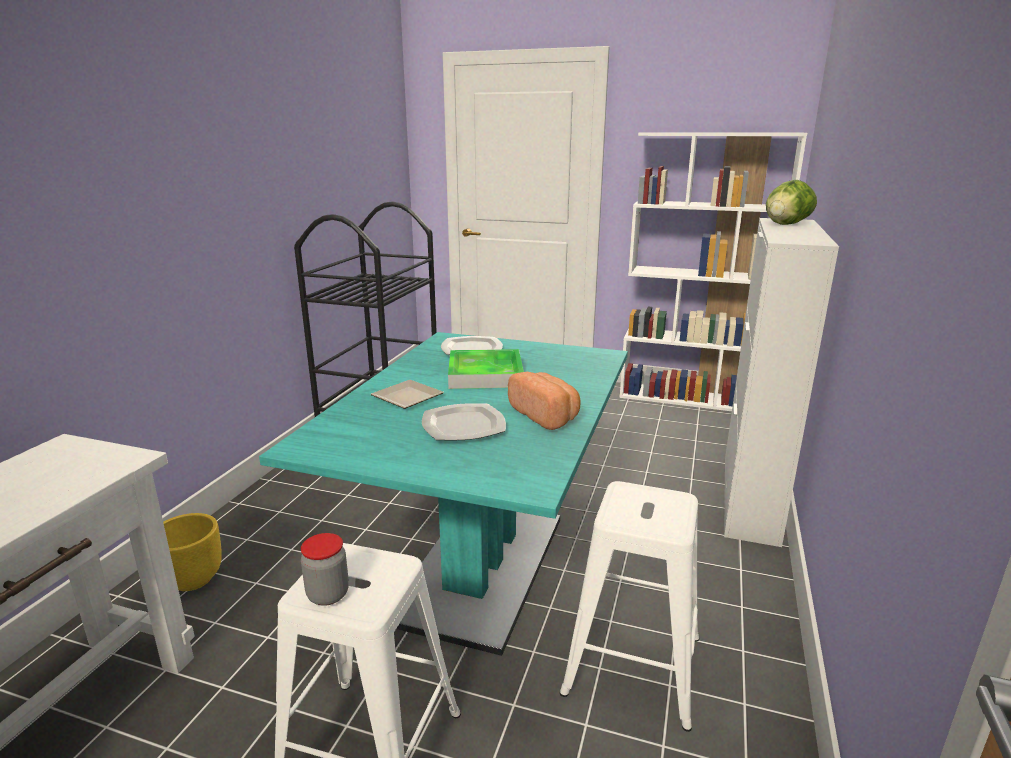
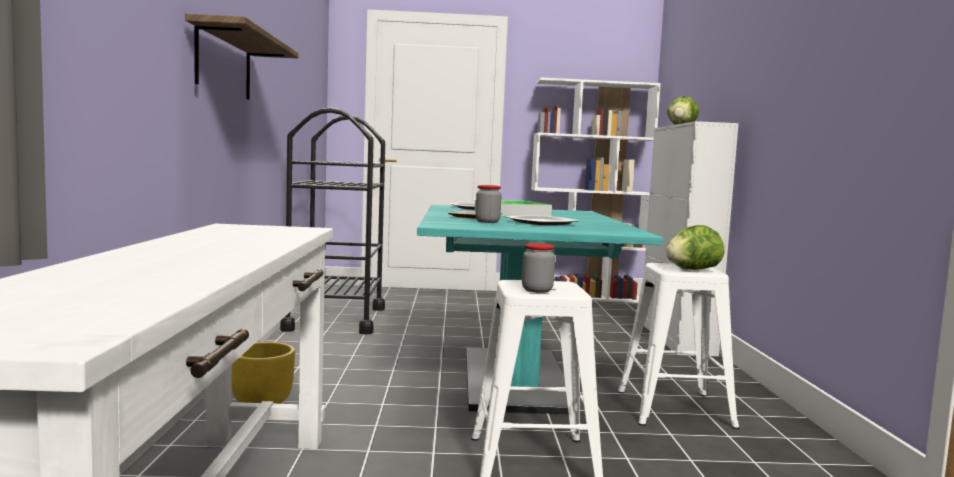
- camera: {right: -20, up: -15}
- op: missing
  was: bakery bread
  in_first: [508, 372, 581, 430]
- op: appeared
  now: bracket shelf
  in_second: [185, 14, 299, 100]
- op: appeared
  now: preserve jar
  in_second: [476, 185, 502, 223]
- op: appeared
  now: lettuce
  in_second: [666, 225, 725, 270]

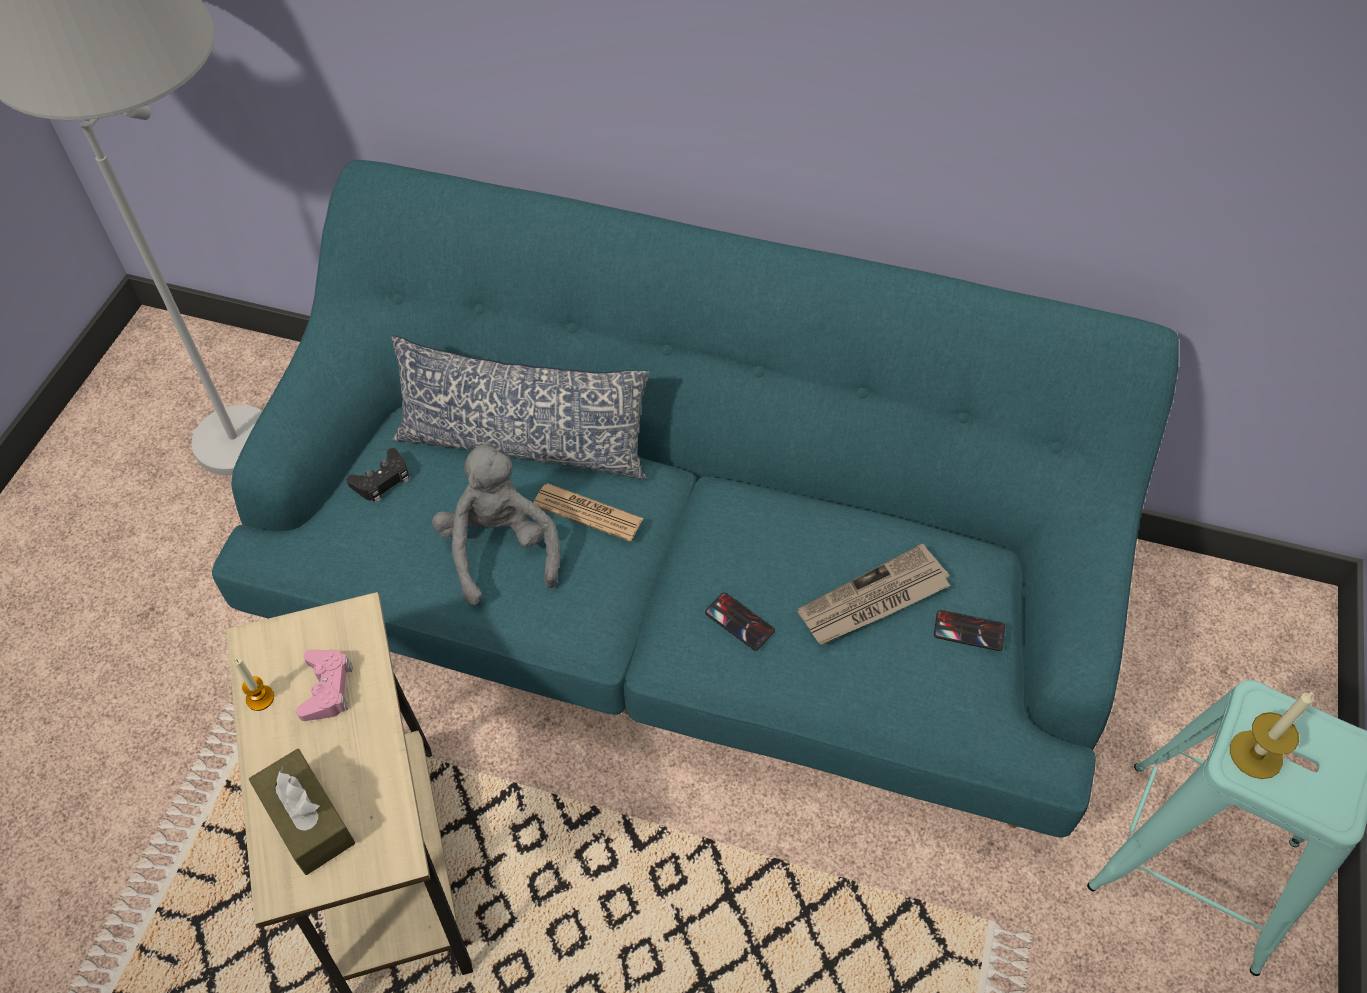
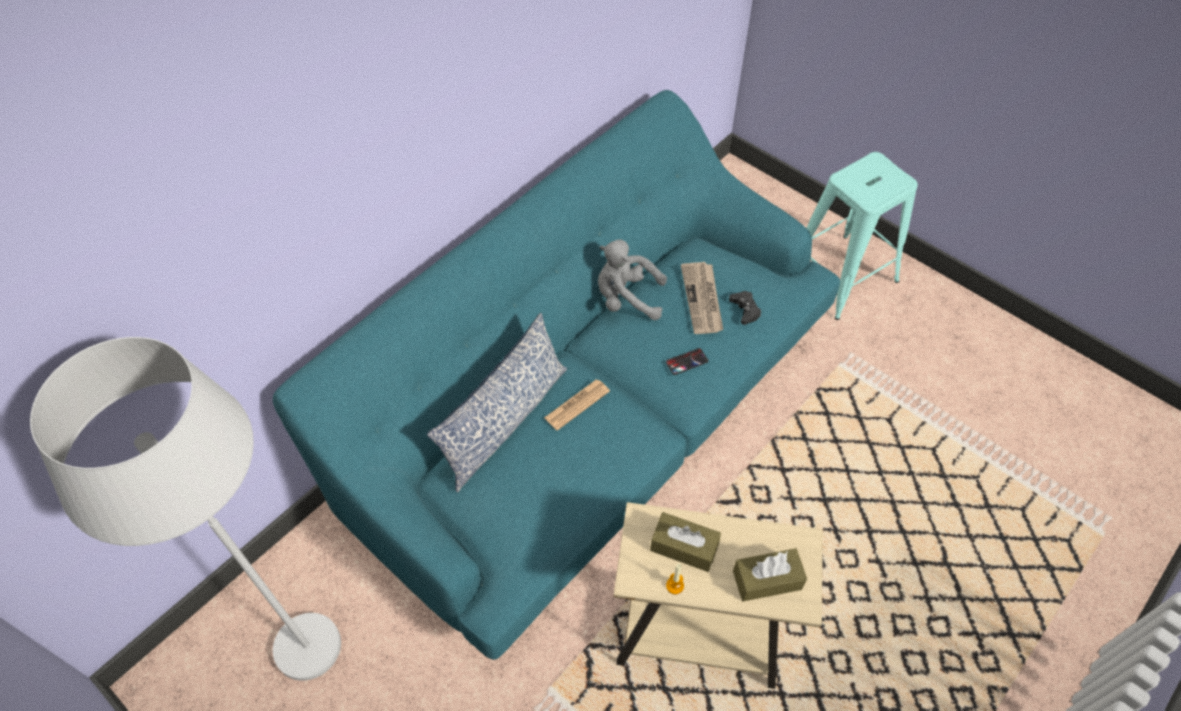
- camera: {right: -65, up: 0}
- op: missing
  was: phone
  in_first: [934, 610, 1005, 651]
- op: missing
  was: wax candle
  in_first: [1230, 692, 1313, 779]
- op: relocated
  was: blackish game controller
  in_first: [347, 448, 410, 503]
  in_second: [729, 291, 761, 325]
- op: relocated
  was: gray cuddly toy
  in_first: [432, 441, 560, 605]
  in_second: [598, 239, 667, 320]
- op: exchanged
  was: pink-coloured game controller
  now: brown-coloured box of tissues
  in_first: [296, 650, 353, 721]
  in_second: [650, 512, 721, 572]

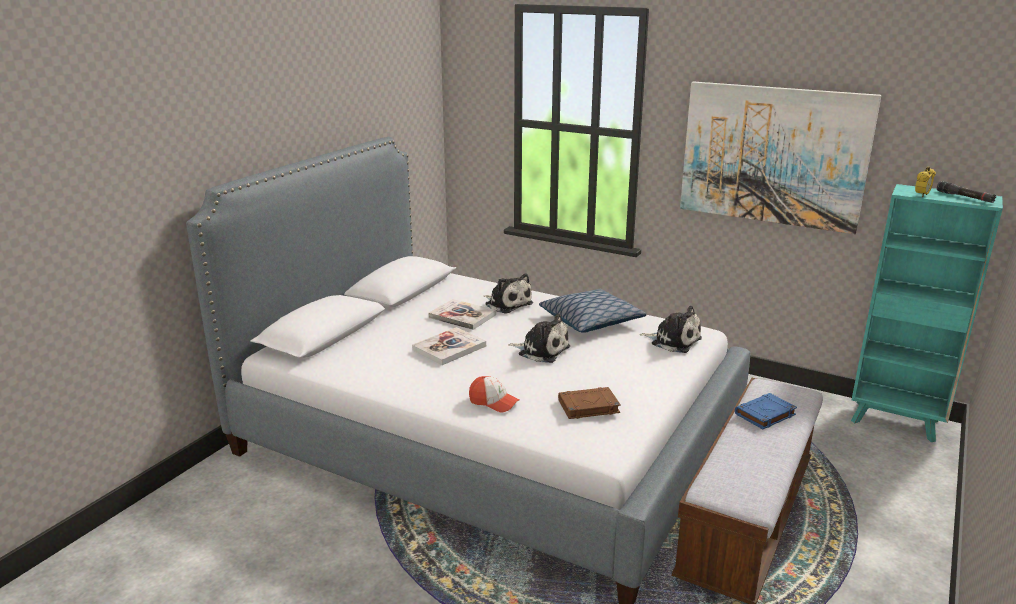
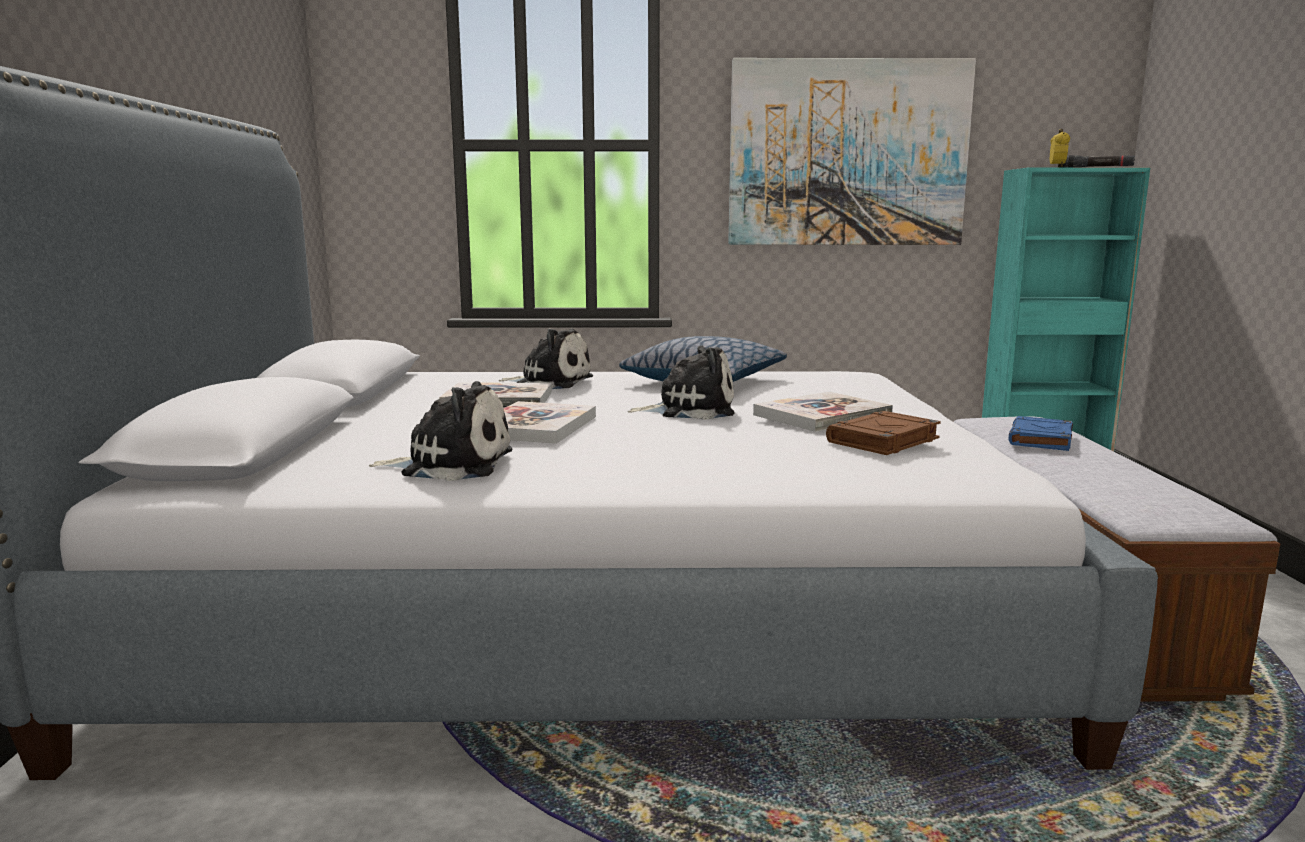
- camera: {right: -30, up: -10}
- op: missing
  was: peaked cap
  in_first: [469, 376, 519, 412]
- op: appeared
  now: book
  in_second: [753, 391, 893, 432]
- op: relocated
  was: cuddly toy
  in_first: [640, 306, 702, 353]
  in_second: [369, 381, 513, 481]

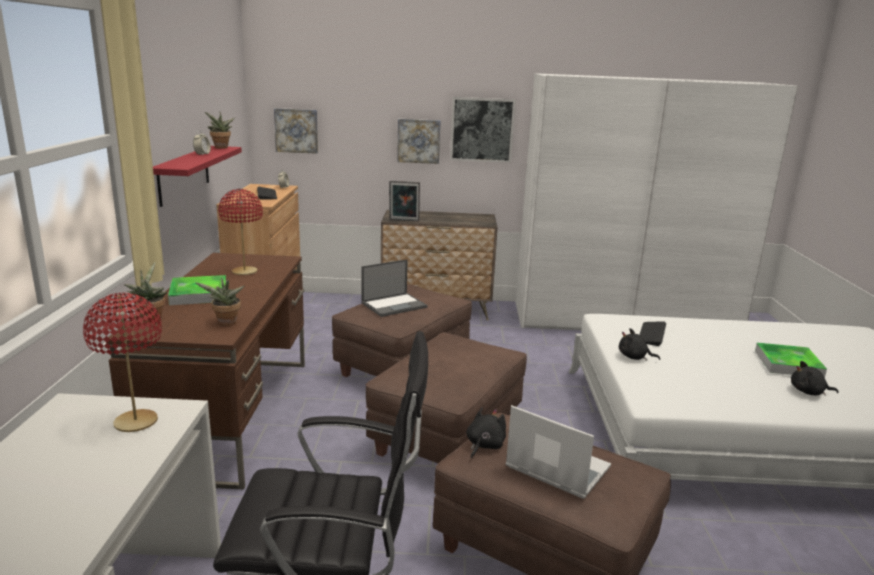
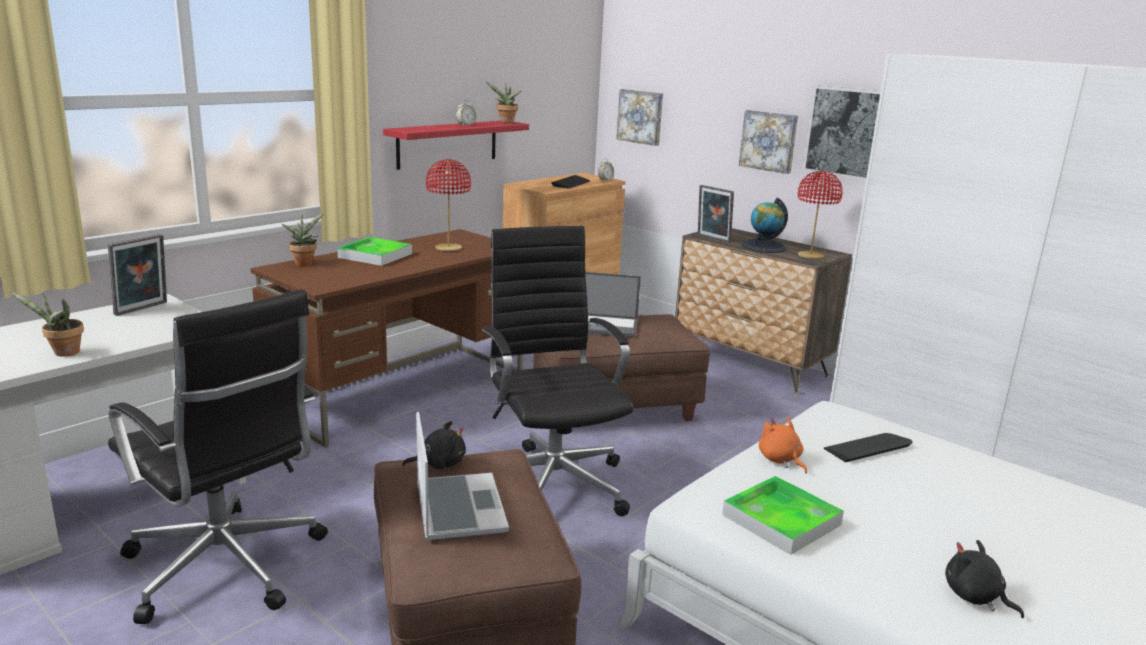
- camera: {right: 40, up: 0}
- op: appeared
  now: standing frame
  in_second: [108, 234, 167, 316]
- op: appeared
  now: desk globe
  in_second: [741, 198, 788, 253]
- op: relocated
  was: red-coloured tabletop lamp
  in_first: [83, 293, 162, 432]
  in_second: [798, 170, 843, 259]
- op: relocated
  was: plant in a pot
  in_first: [195, 278, 244, 326]
  in_second: [10, 292, 84, 357]
- op: relocated
  was: carrying tray
  in_first: [755, 343, 827, 378]
  in_second: [722, 476, 844, 555]
- op: exchanged
  was: brown-coloured pouffe
  now: blackish computer chair
  in_first: [366, 332, 527, 463]
  in_second: [482, 226, 634, 516]
- op: colour
  was: blackish cuddly toy
  now: orangey cuddly toy
  in_first: [619, 328, 660, 361]
  in_second: [759, 417, 807, 473]

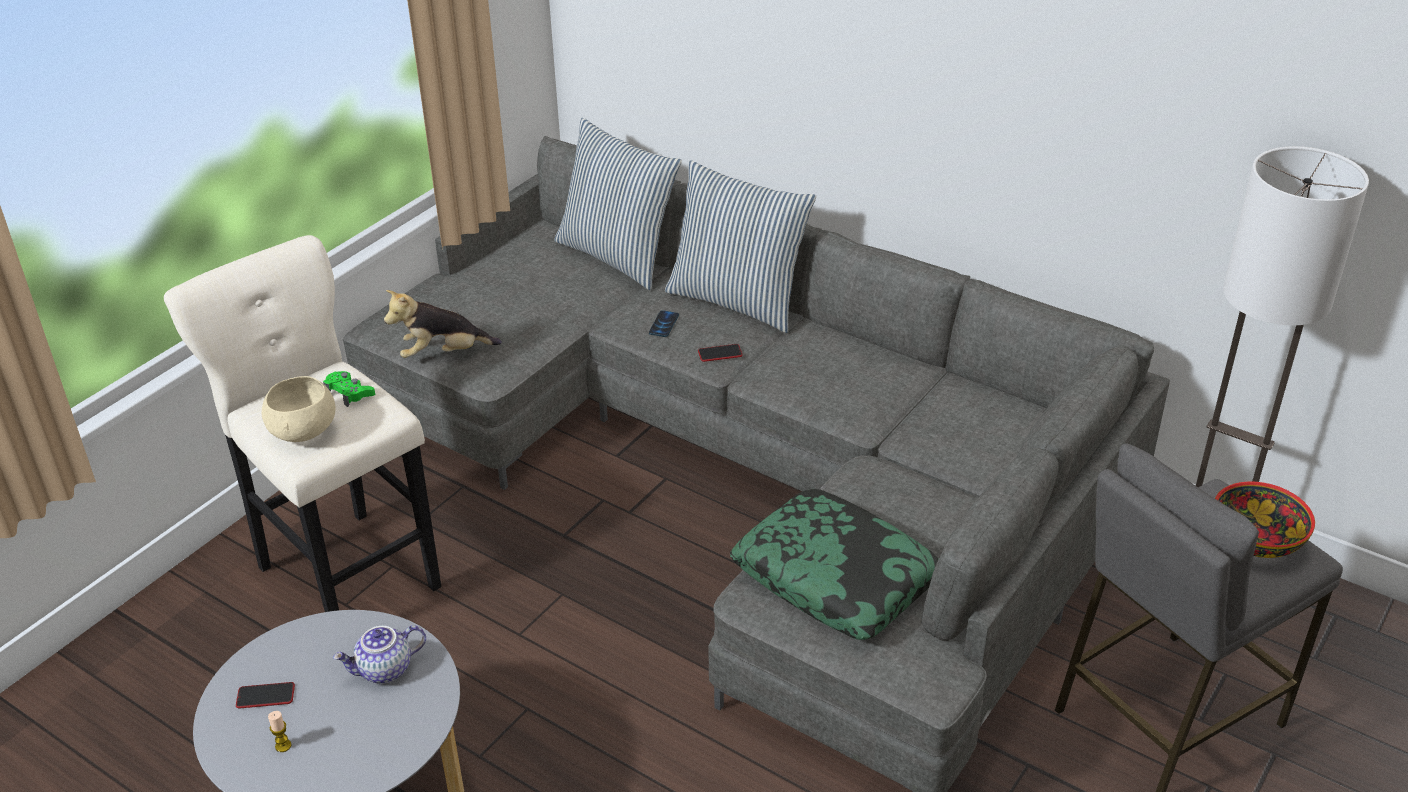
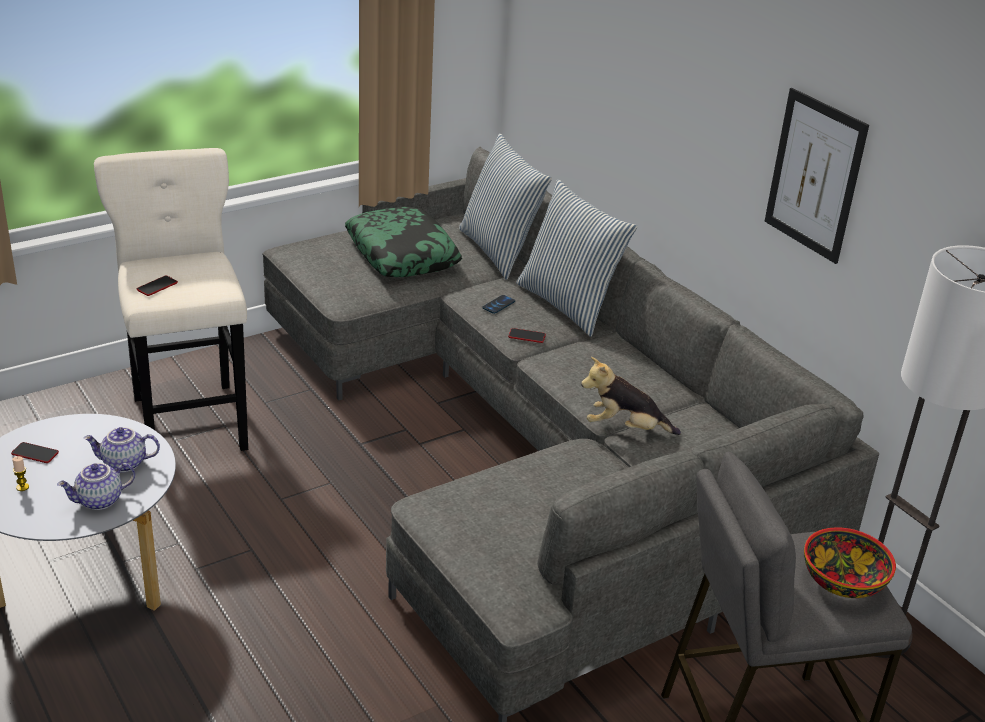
- camera: {right: 20, up: -5}
- op: missing
  was: green-coloured game controller
  in_first: [323, 371, 375, 407]
- op: appeared
  now: tea pot
  in_second: [57, 463, 135, 510]
- op: appeared
  now: picture
  in_second: [765, 88, 869, 264]
- op: relocated
  was: cuddly toy
  in_first: [384, 290, 502, 358]
  in_second: [581, 357, 681, 435]
- op: relocated
  was: cushion
  in_first: [730, 489, 939, 640]
  in_second: [345, 207, 462, 277]
- op: exchanged
  was: beige deep dish
  now: phone
  in_first: [262, 376, 336, 442]
  in_second: [137, 276, 178, 296]

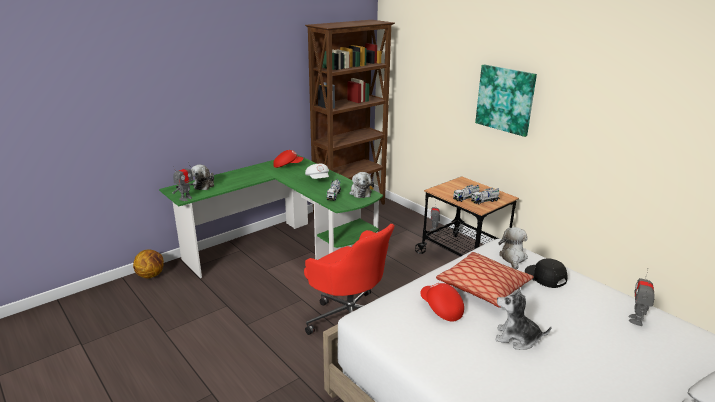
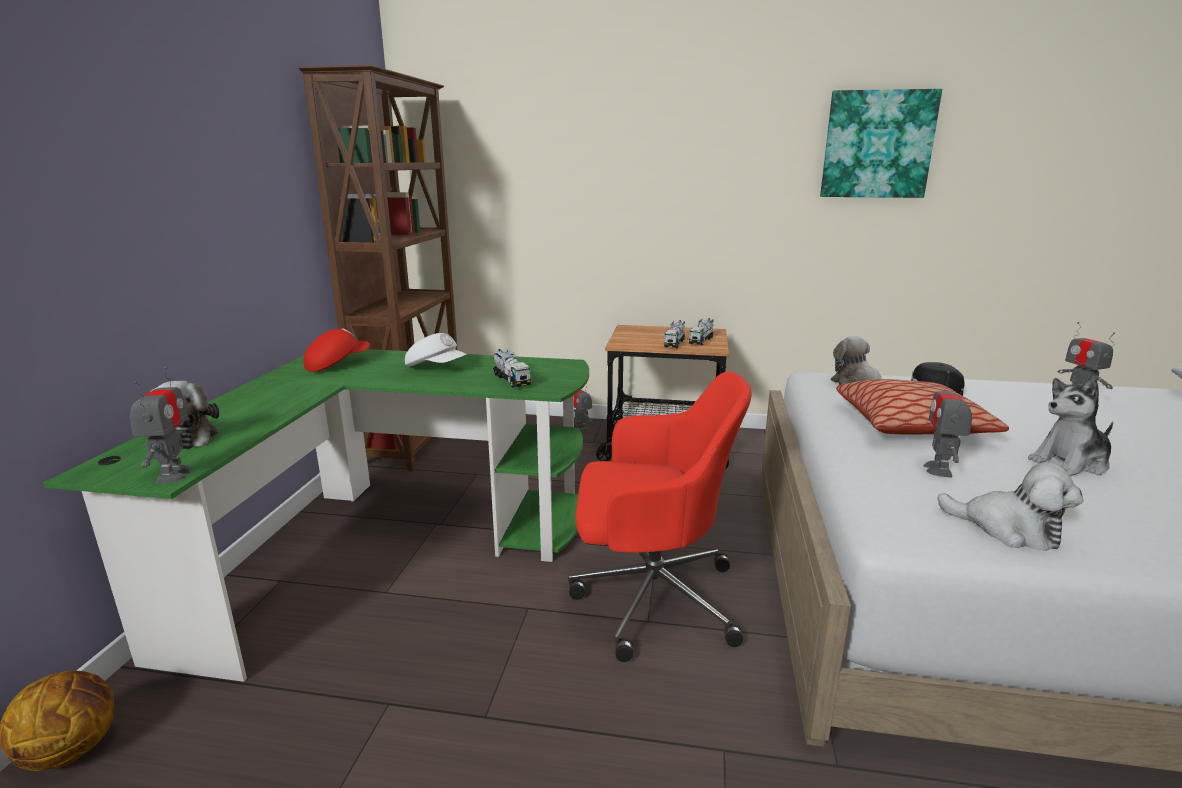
- camera: {right: -40, up: -5}
- op: relocated
  was: cuddly toy
  in_first: [349, 172, 374, 198]
  in_second: [937, 462, 1083, 551]
- op: relocated
  was: picture
  in_first: [475, 64, 537, 137]
  in_second: [820, 89, 942, 198]
- op: exchanged
  was: red-coloured peaked cap
  now: toy robot
  in_first: [420, 283, 464, 321]
  in_second: [924, 371, 972, 478]

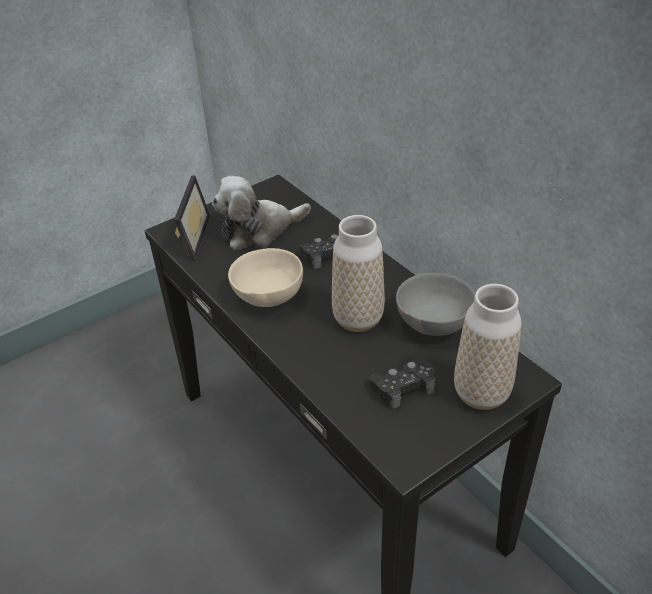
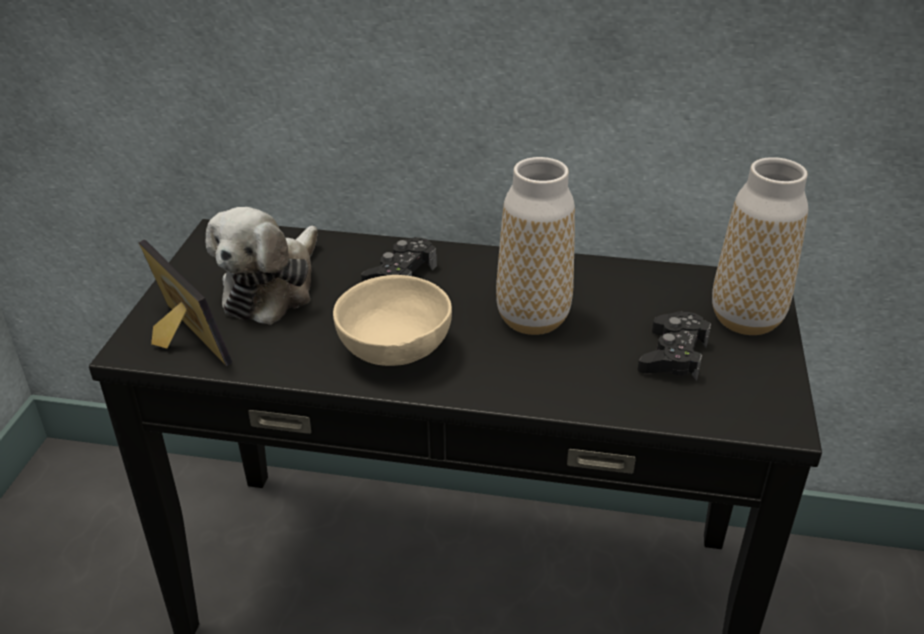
- camera: {right: -45, up: -5}
- op: missing
  was: gray deep dish
  in_first: [396, 273, 475, 336]

